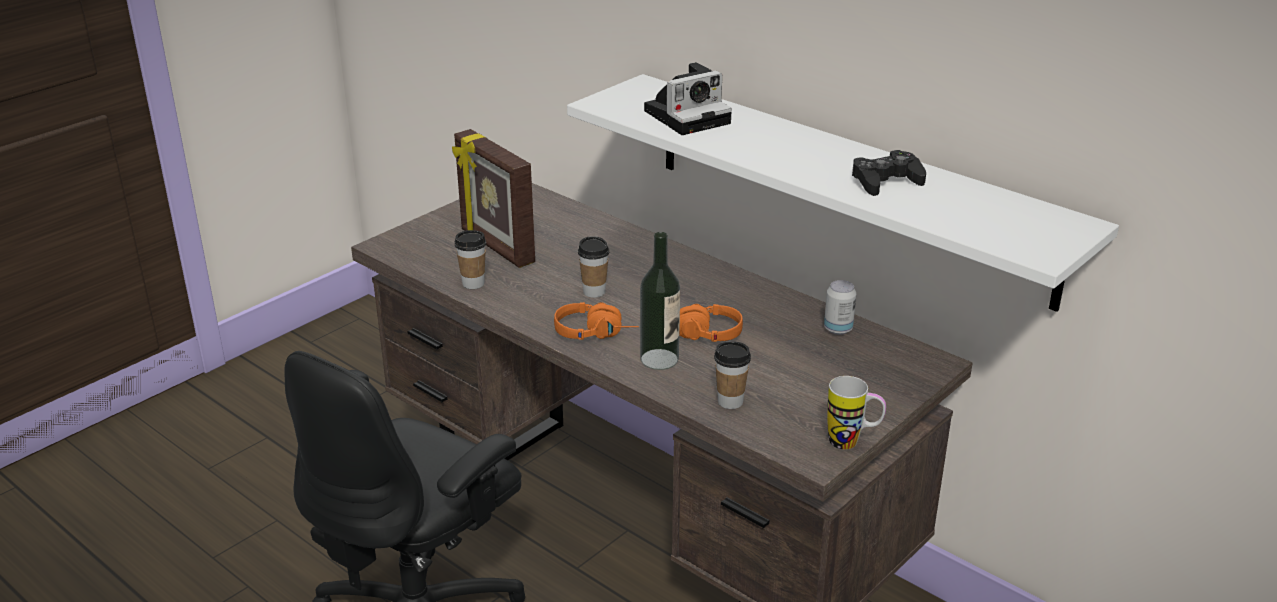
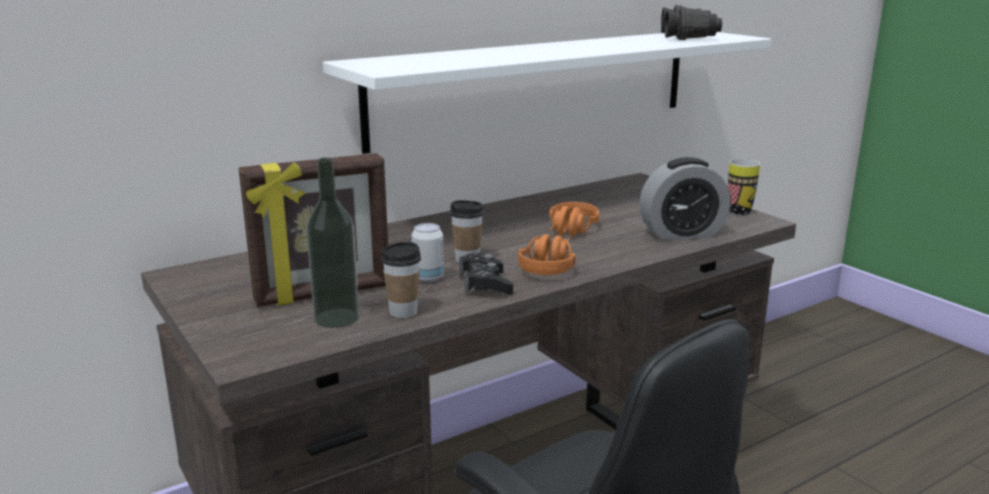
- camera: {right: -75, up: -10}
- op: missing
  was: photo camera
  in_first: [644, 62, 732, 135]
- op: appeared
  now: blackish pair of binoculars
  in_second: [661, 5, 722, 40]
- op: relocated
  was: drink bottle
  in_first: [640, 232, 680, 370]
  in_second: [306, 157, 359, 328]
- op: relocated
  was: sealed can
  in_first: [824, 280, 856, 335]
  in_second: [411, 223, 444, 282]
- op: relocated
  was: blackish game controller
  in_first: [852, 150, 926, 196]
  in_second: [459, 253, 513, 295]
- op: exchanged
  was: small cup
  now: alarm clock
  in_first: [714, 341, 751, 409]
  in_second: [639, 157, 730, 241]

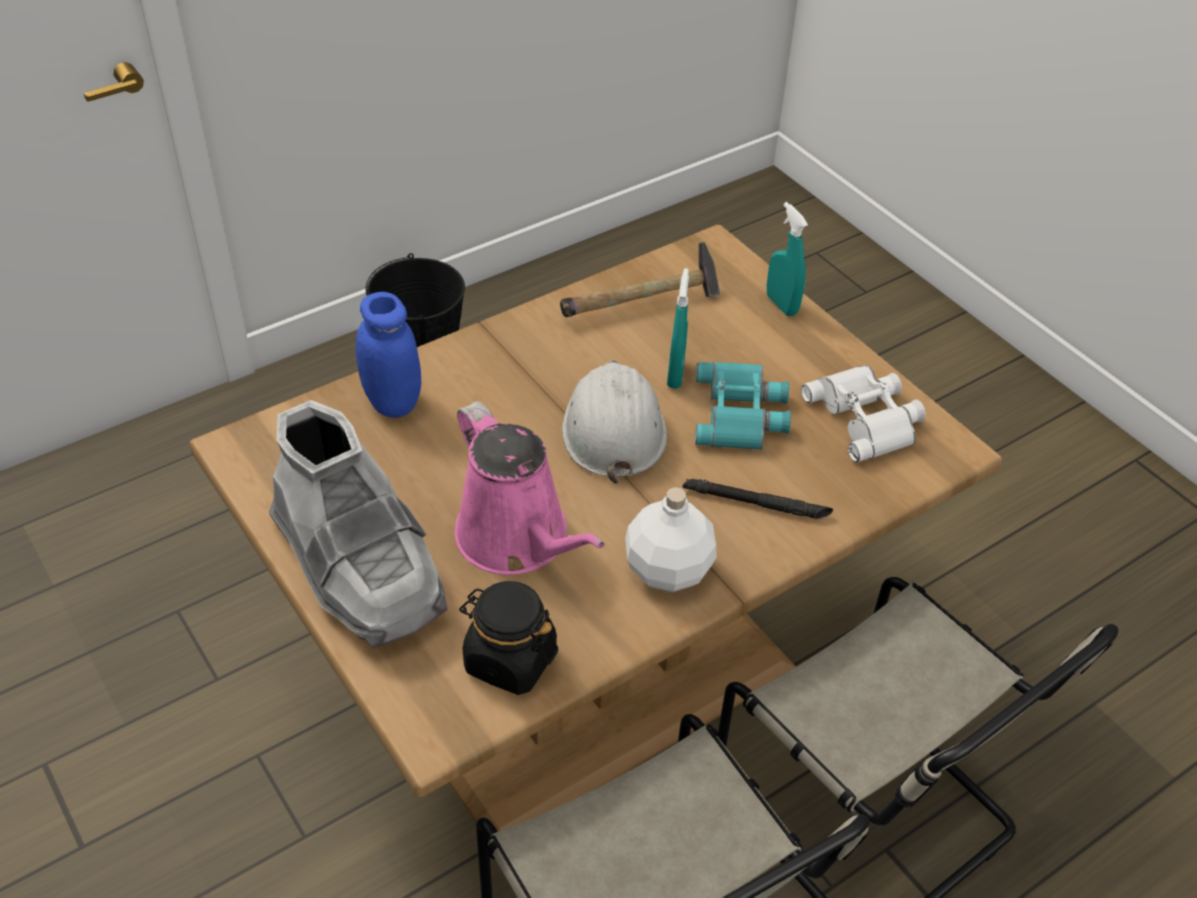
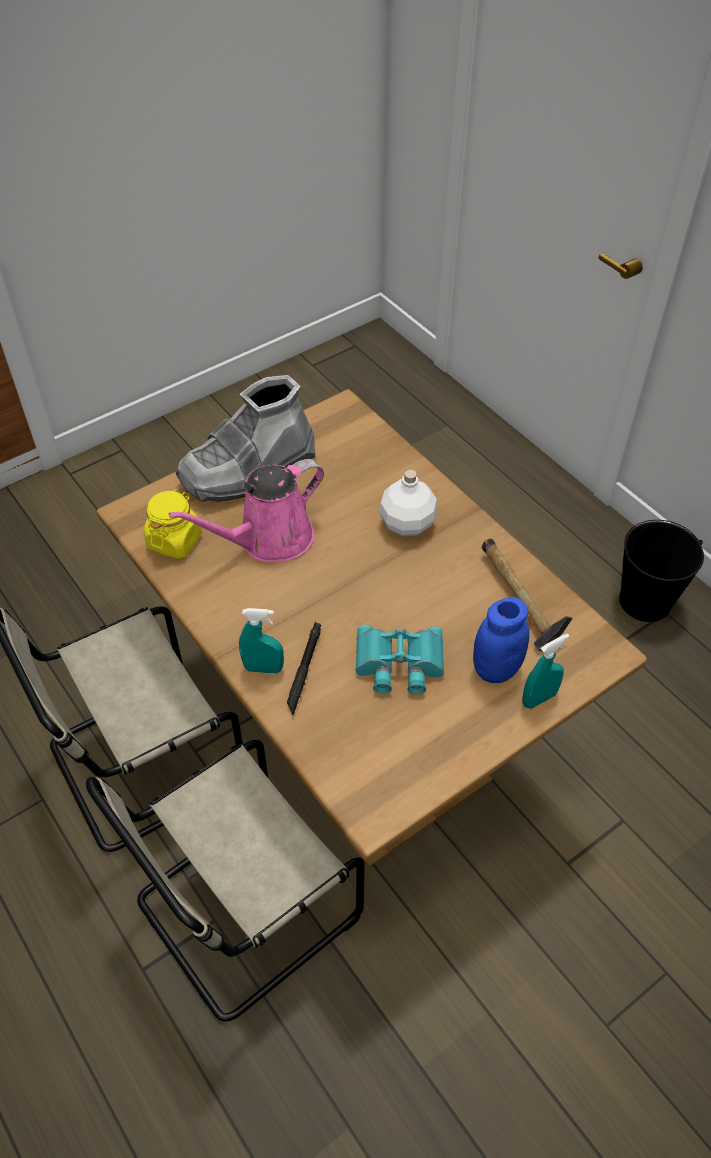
- camera: {right: 90, up: 5}
- op: missing
  was: white hard hat
  in_first: [562, 361, 667, 484]
- op: missing
  was: white pair of binoculars
  in_first: [801, 365, 926, 463]
- op: relocated
  was: blue-coloured preserve jar
  in_first: [356, 292, 421, 418]
  in_second: [473, 597, 529, 683]
- op: relocated
  was: white drink bottle
  in_first: [625, 487, 717, 592]
  in_second: [379, 470, 437, 537]
- op: relocated
  was: blue-green sprayer
  in_first: [667, 268, 689, 389]
  in_second: [239, 608, 284, 674]
- op: colour
  was: blackish preserve jar
  now: yellow preserve jar
  in_first: [459, 581, 558, 695]
  in_second: [144, 489, 202, 559]

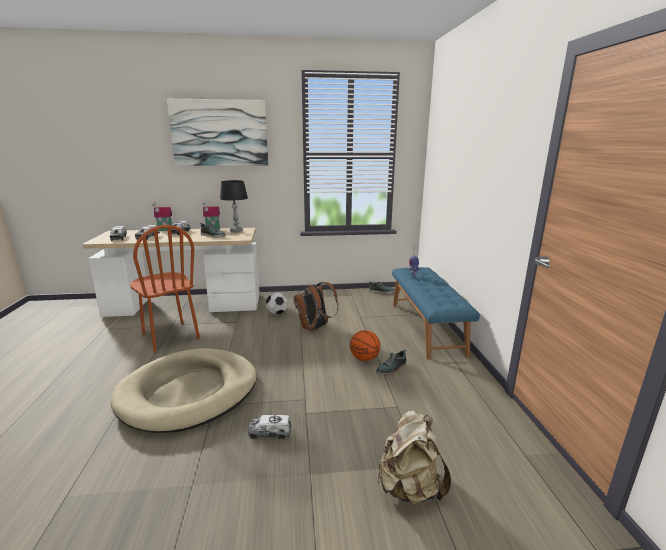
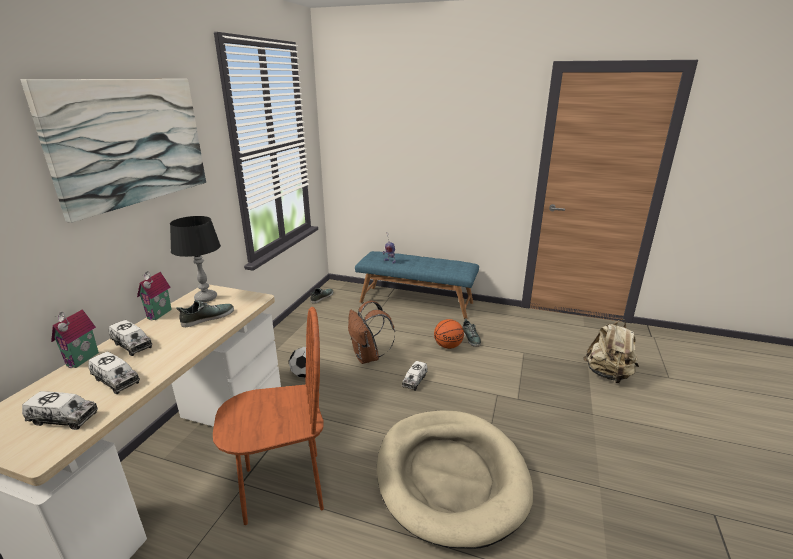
- camera: {right: -65, up: 5}
- op: relocated
  was: model truck
  in_first: [248, 415, 292, 439]
  in_second: [402, 361, 428, 391]

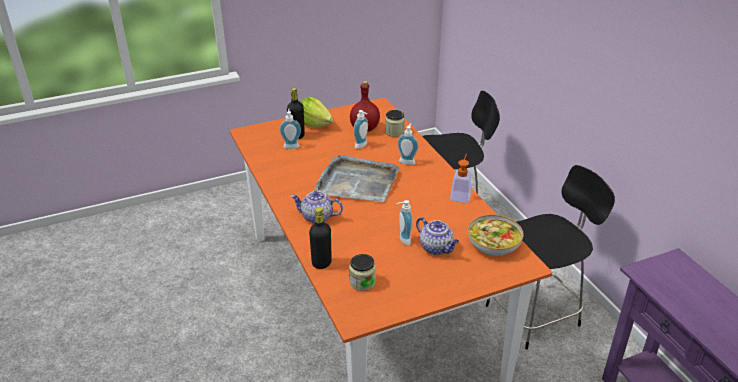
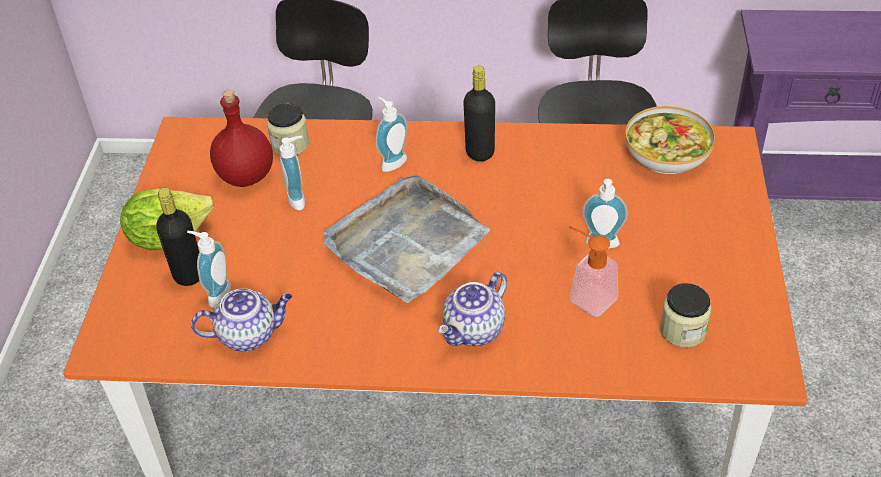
- camera: {right: -60, up: 10}
- op: relocated
  was: blackish drink bottle
  in_first: [309, 208, 332, 269]
  in_second: [463, 66, 495, 161]
- op: relocated
  was: tea pot
  in_first: [416, 217, 459, 255]
  in_second: [191, 288, 292, 351]
- op: relocated
  was: soap dispenser
  in_first: [450, 153, 471, 203]
  in_second: [569, 226, 618, 317]

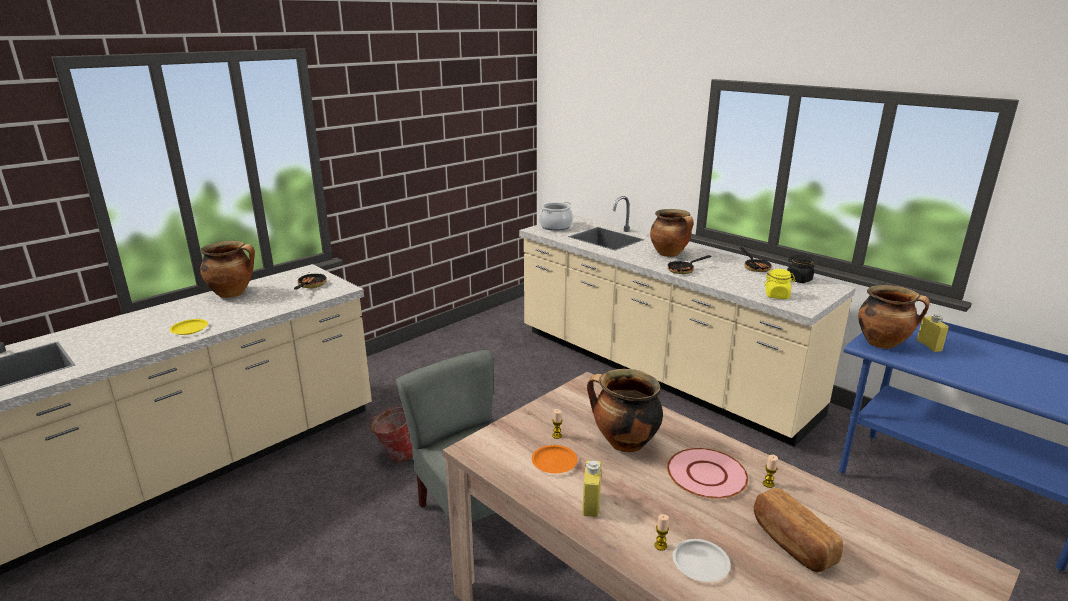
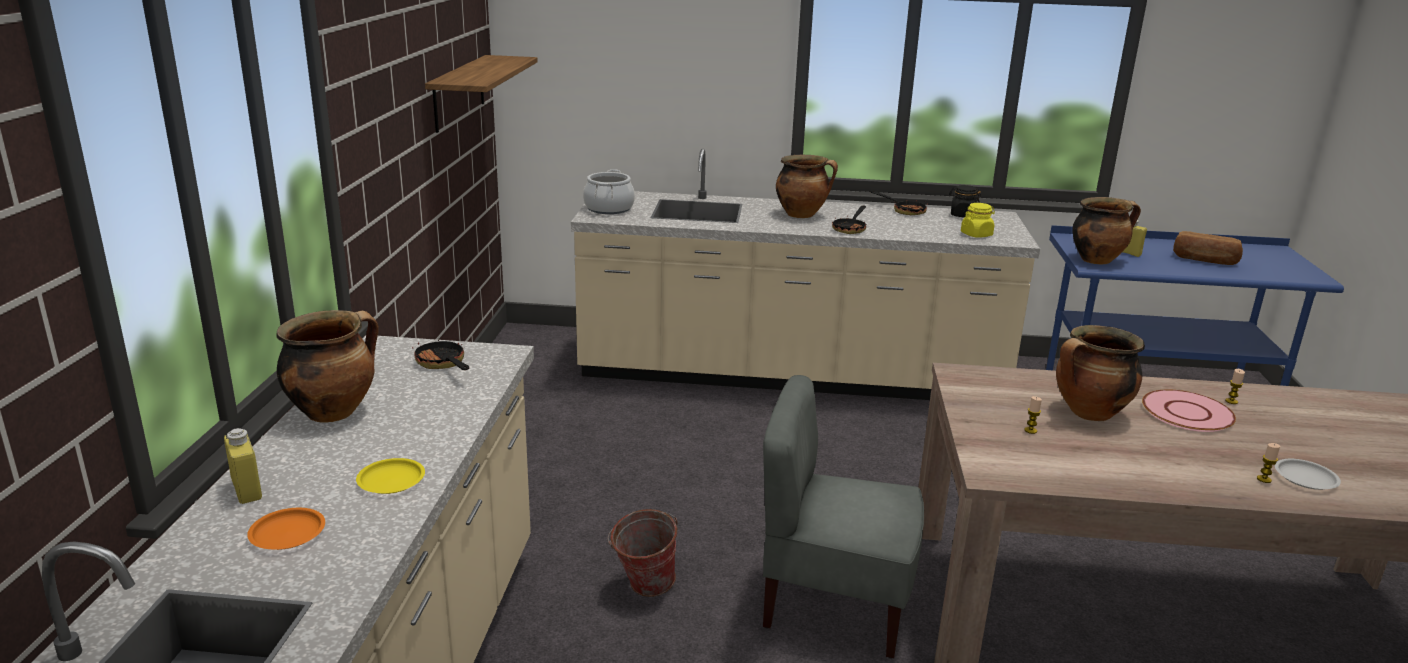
- camera: {right: -40, up: 0}
- op: appeared
  now: bracket shelf
  in_second: [425, 55, 538, 133]
- op: relocated
  was: orangey flat dish
  in_first: [532, 445, 578, 473]
  in_second: [247, 508, 325, 550]
- op: relocated
  was: yellow drink bottle
  in_first: [583, 460, 602, 517]
  in_second: [224, 428, 262, 504]
- op: relocated
  was: bakery bread
  in_first: [754, 488, 843, 572]
  in_second: [1173, 231, 1243, 265]

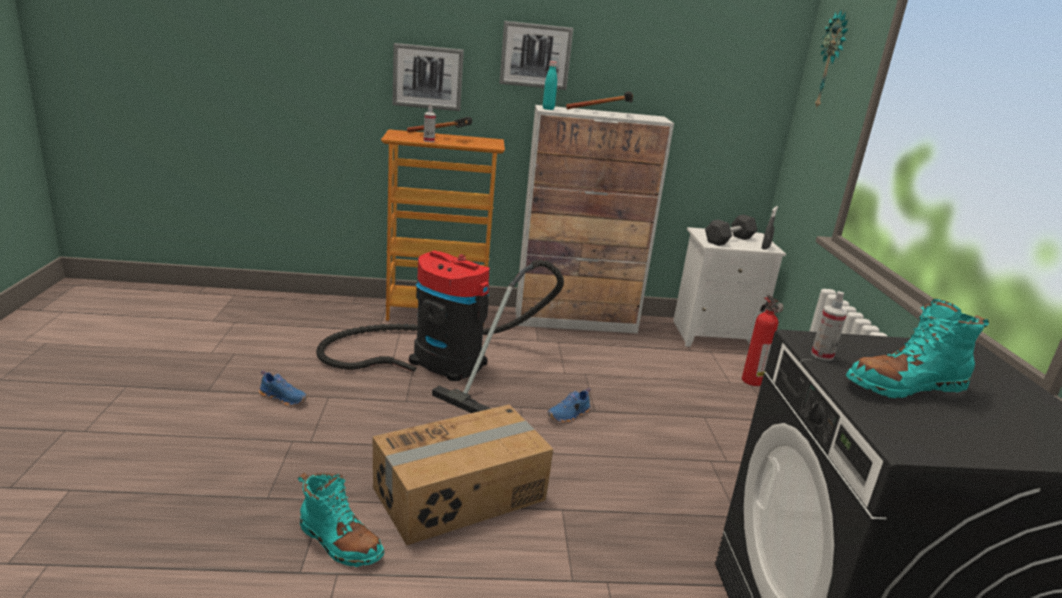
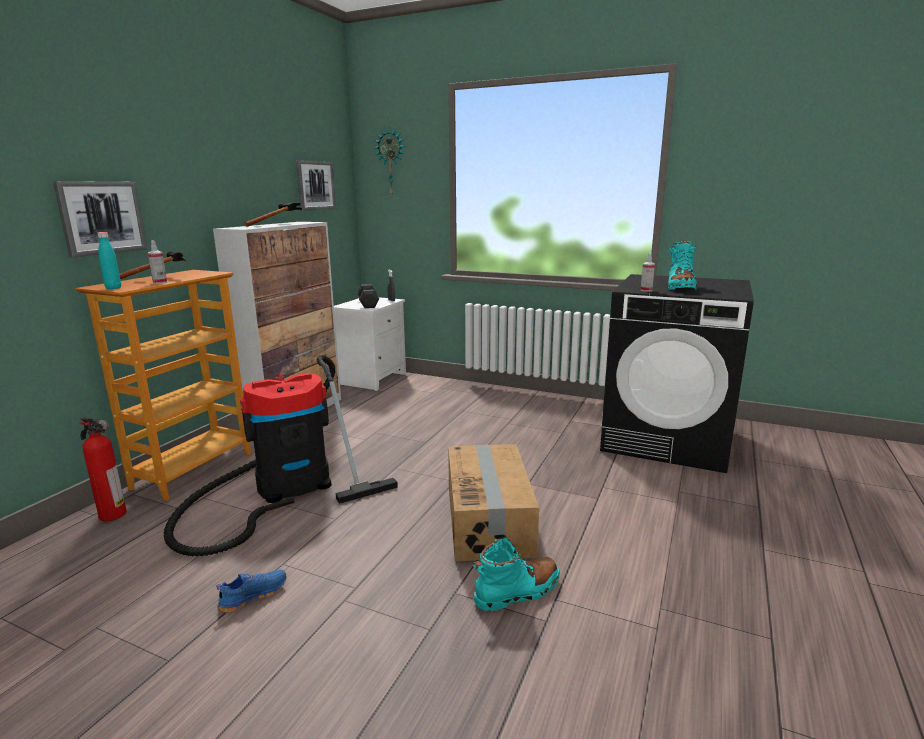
- camera: {right: -60, up: -5}
- op: missing
  was: blue-coloured low shoe
  in_first: [547, 388, 591, 423]
- op: relocated
  was: picture
  in_first: [499, 21, 573, 90]
  in_second: [296, 160, 336, 211]
- op: relocated
  was: blue-green drink bottle
  in_first: [543, 61, 557, 110]
  in_second: [98, 232, 121, 289]
- op: relocated
  was: fire extinguisher
  in_first: [742, 295, 783, 386]
  in_second: [79, 417, 127, 521]

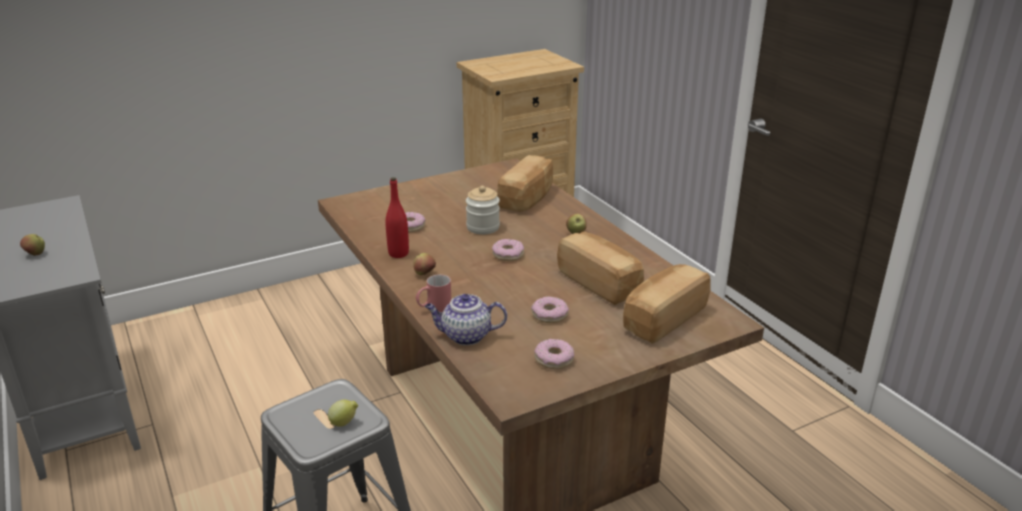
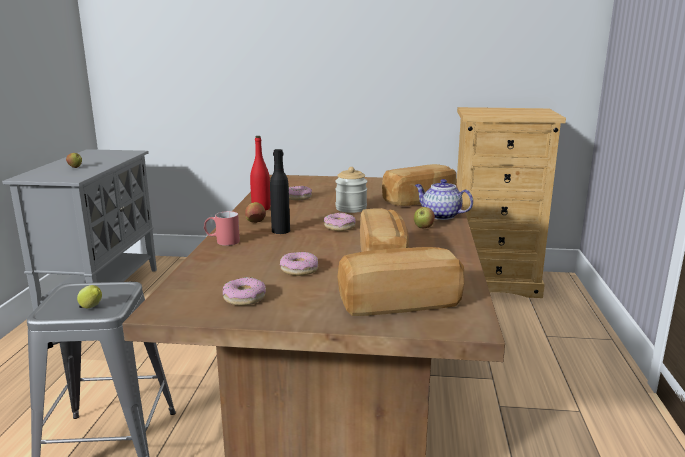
- camera: {right: 35, up: -10}
- op: appeared
  now: blackish drink bottle
  in_second: [270, 149, 290, 234]
- op: relocated
  was: tea pot
  in_first: [425, 294, 507, 345]
  in_second: [415, 179, 473, 220]

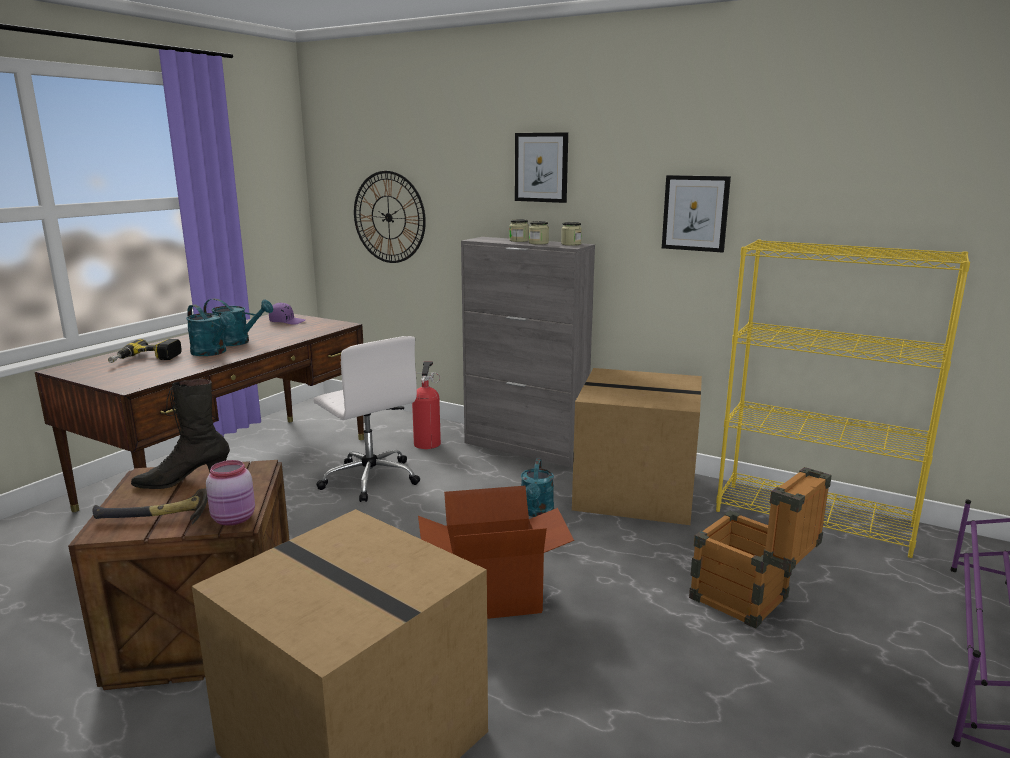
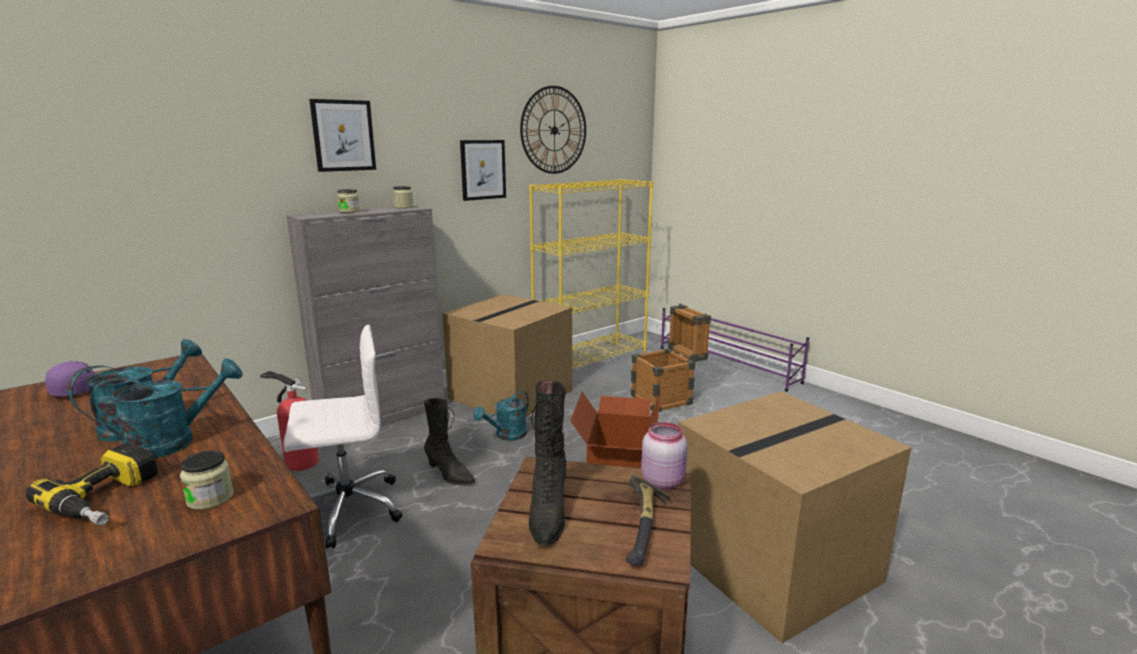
- camera: {right: -70, up: 0}
- op: appeared
  now: blackish tall boot
  in_second: [424, 398, 475, 486]
- op: relocated
  was: clock on the wall
  in_first: [354, 171, 426, 263]
  in_second: [520, 86, 586, 174]
- op: relocated
  was: preserve jar
  in_first: [529, 221, 549, 245]
  in_second: [180, 451, 234, 510]
- op: spun
  was: blue-green watering pot
  in_first: [521, 459, 554, 517]
  in_second: [473, 391, 529, 441]
  clockwise: 105

